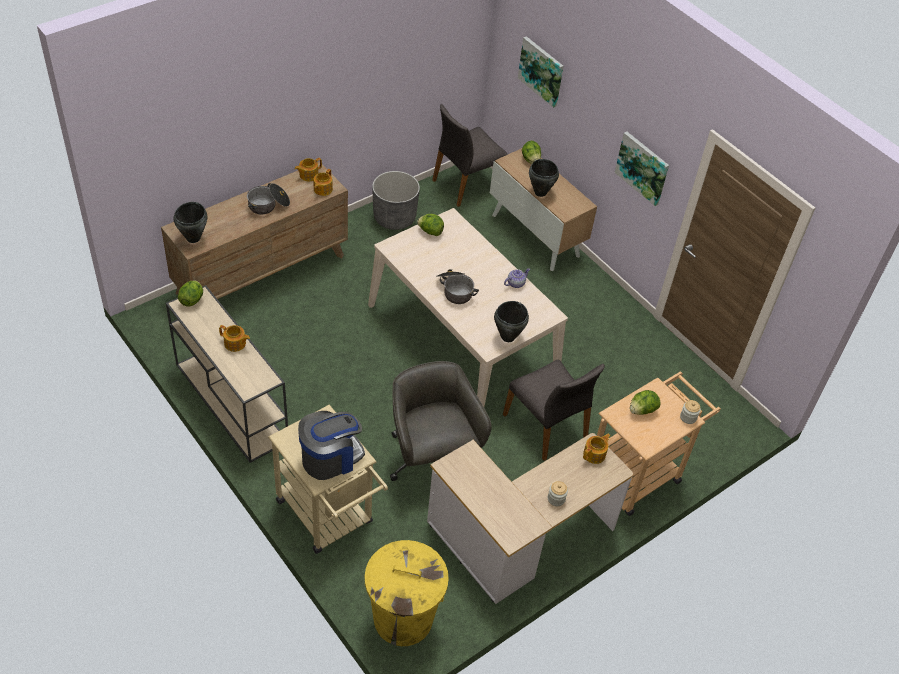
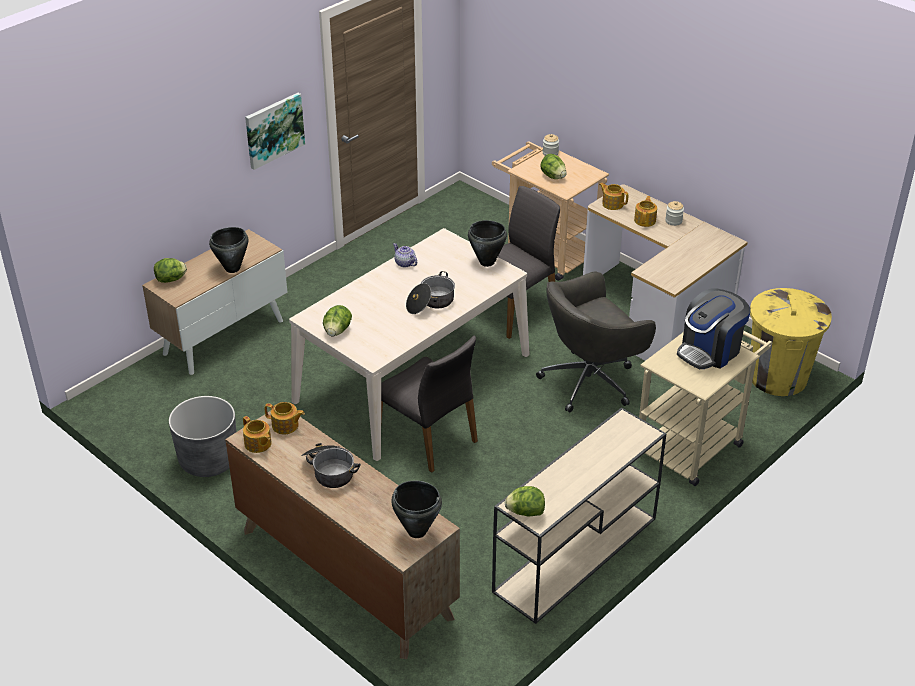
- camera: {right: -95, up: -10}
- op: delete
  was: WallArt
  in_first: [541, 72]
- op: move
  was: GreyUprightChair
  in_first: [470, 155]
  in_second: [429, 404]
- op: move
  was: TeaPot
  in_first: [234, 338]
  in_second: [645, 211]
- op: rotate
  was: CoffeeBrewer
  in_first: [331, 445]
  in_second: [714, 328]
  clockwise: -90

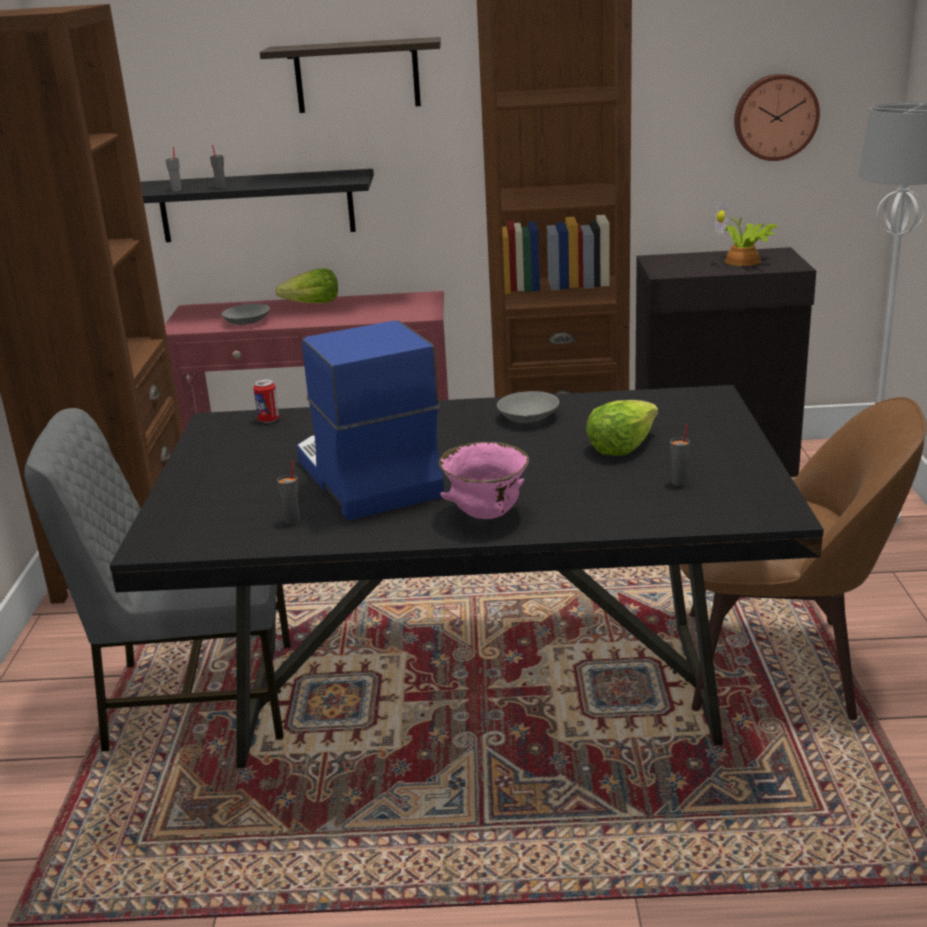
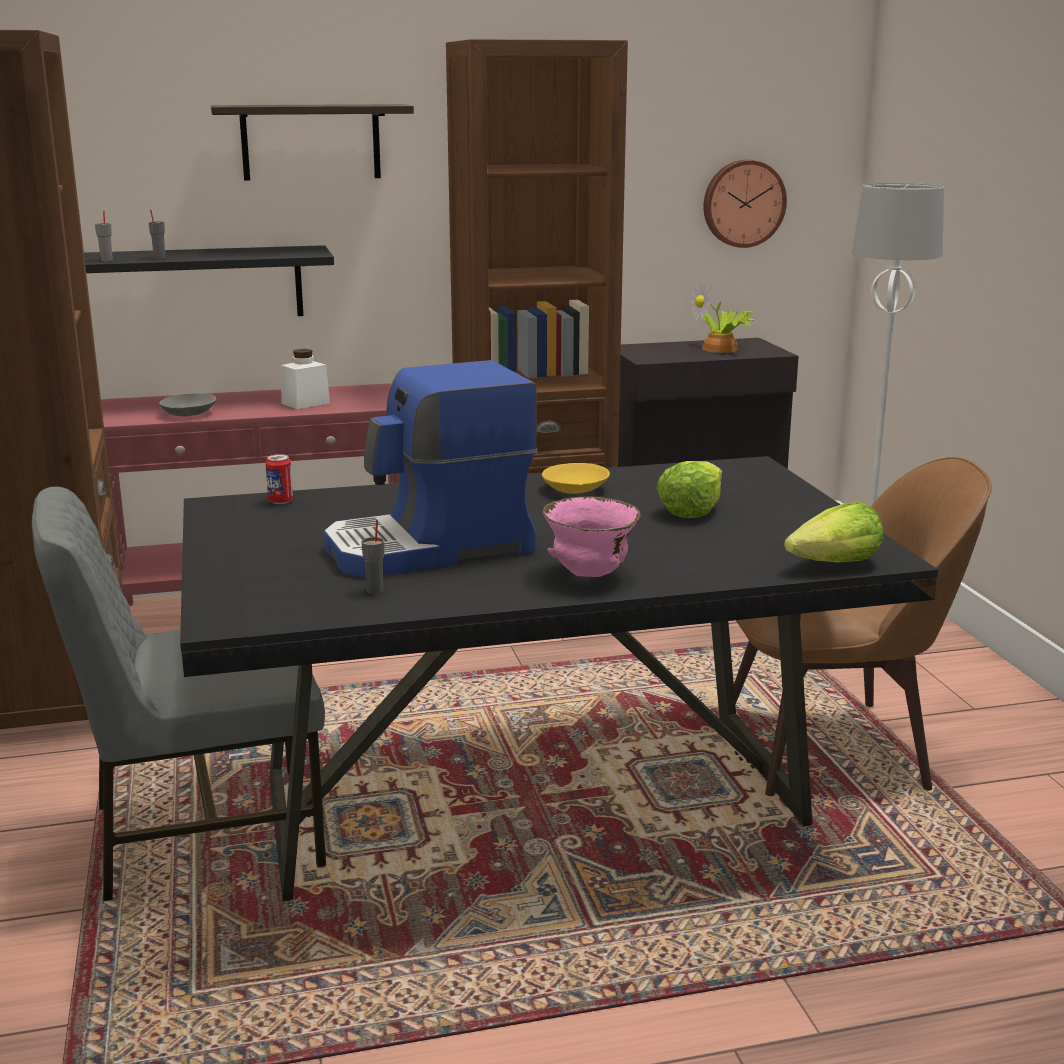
- camera: {right: -15, up: -5}
- op: move
  was: HeadOfLettuce
  in_first: [306, 285]
  in_second: [834, 532]
- op: rotate
  was: CoffeeBrewer
  in_first: [370, 420]
  in_second: [431, 469]
  clockwise: -75
- op: recolor
  was: GreyServingBowl
  now: YellowColouredServingBowl
  in_first: [528, 407]
  in_second: [576, 478]
- op: delete
  was: GreyDrinkingCup
  in_first: [680, 455]
- op: insert
  now: WhitePreserveJar
  in_second: [305, 379]

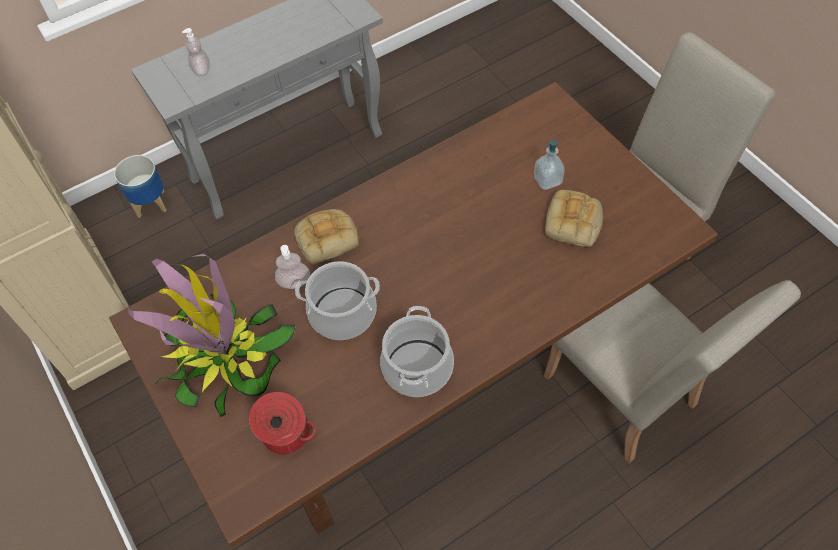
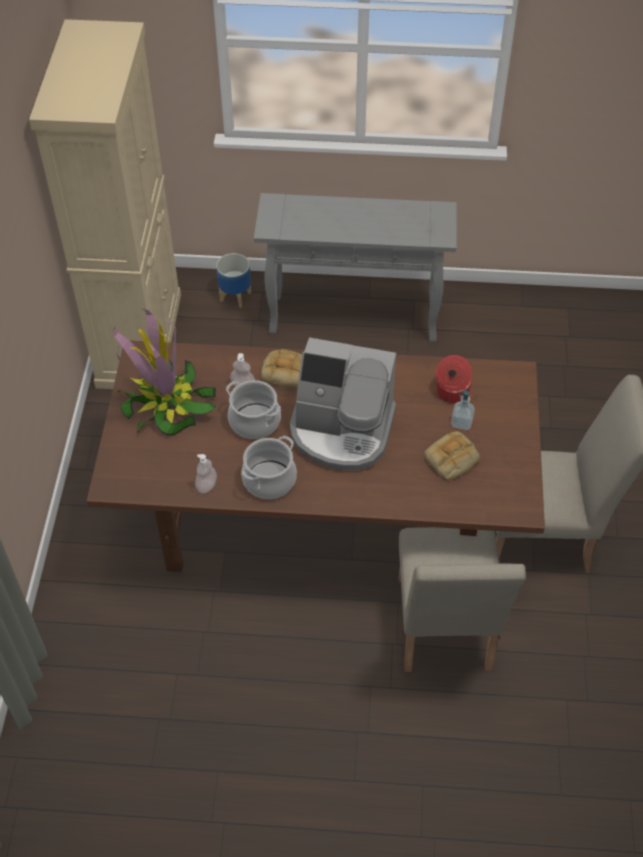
- camera: {right: 35, up: -5}
- op: move
  was: SoapBottle
  in_first: [196, 52]
  in_second: [206, 473]
- op: move
  was: Stockpot
  in_first: [282, 423]
  in_second: [454, 379]
- op: insert
  now: CoffeeBrewer
  in_second: [343, 404]

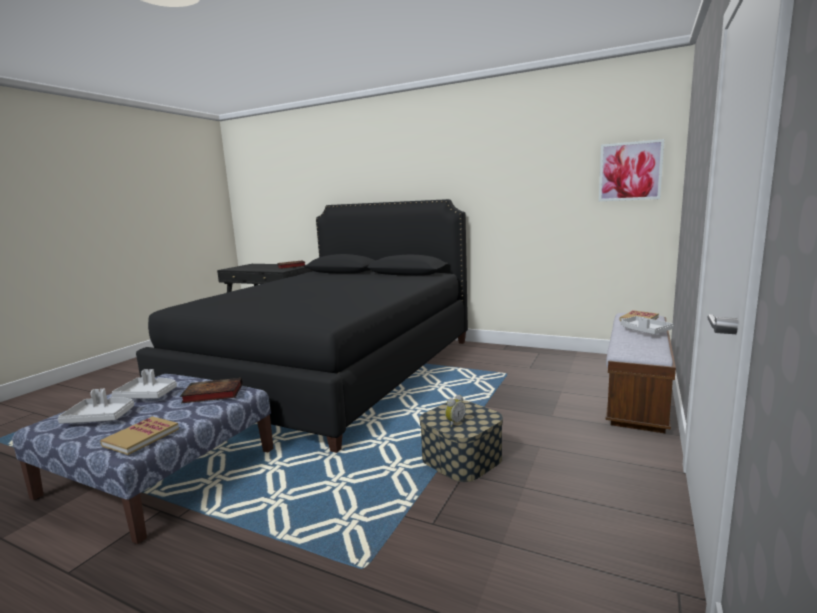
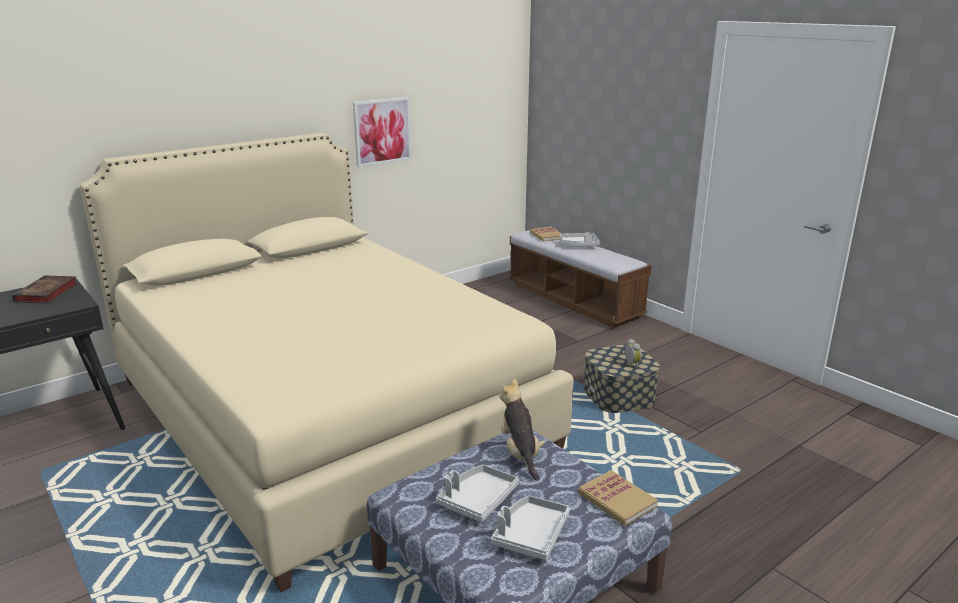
- camera: {right: -65, up: 10}
- op: move
  was: WallArt
  in_first: [631, 170]
  in_second: [382, 132]
- op: recolor
  was: BlackSleepingBed
  now: BeigeColouredSleepingBed
  in_first: [302, 326]
  in_second: [327, 362]
- op: replace
  was: BoundBook
  now: PlushToy
  in_first: [211, 390]
  in_second: [522, 429]

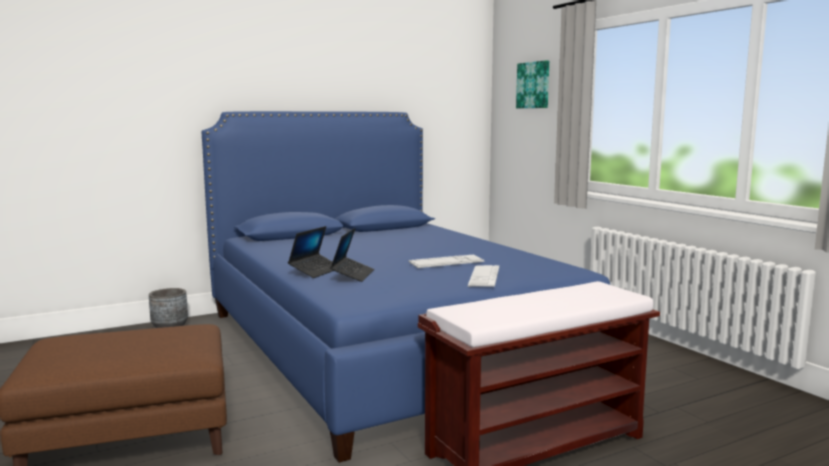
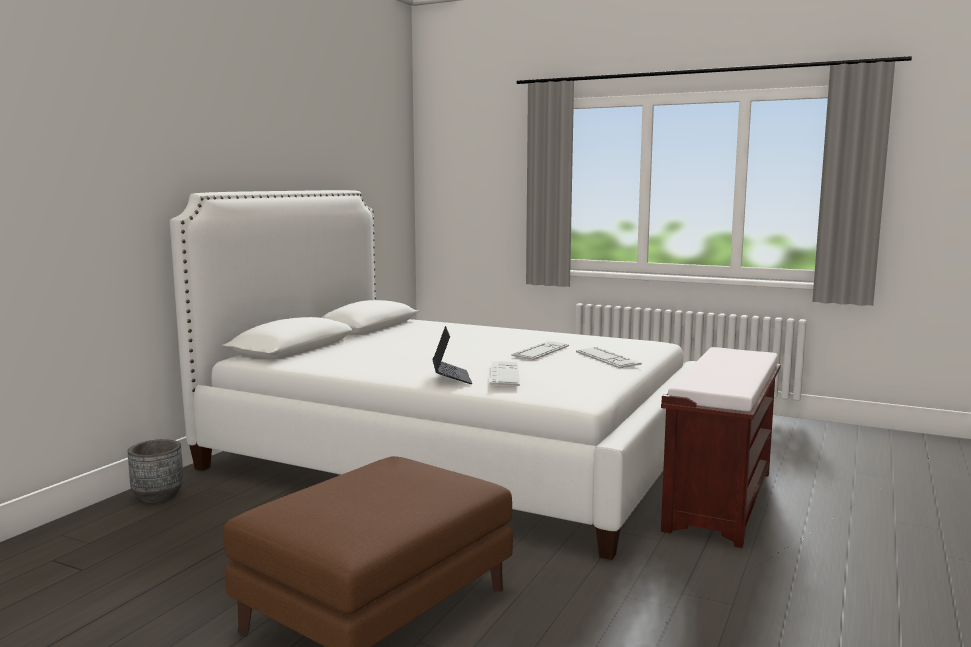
- camera: {right: -35, up: 0}
- op: delete
  was: WallArt
  in_first: [532, 84]
- op: recolor
  was: BlueSleepingBed
  now: WhiteSleepingBed
  in_first: [406, 287]
  in_second: [433, 375]
- op: replace
  was: Laptop
  now: Keyboard
  in_first: [352, 255]
  in_second: [505, 373]

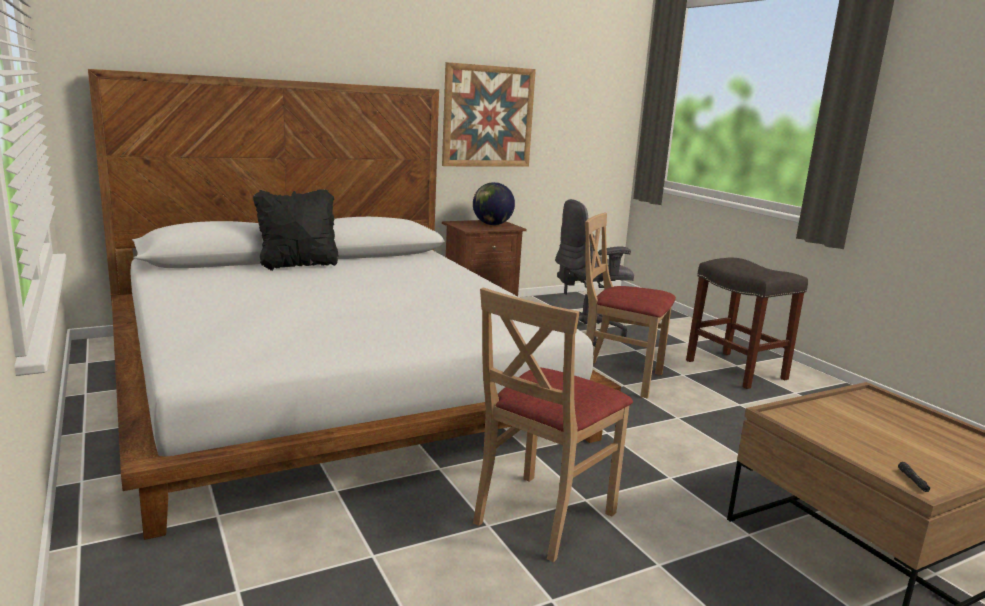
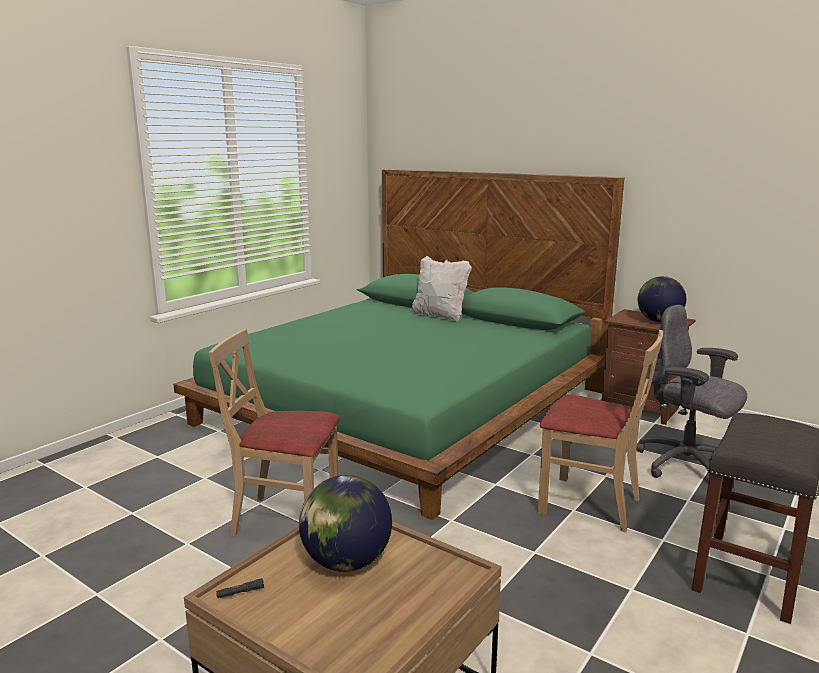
- camera: {right: 65, up: 0}
- op: delete
  was: WallArt
  in_first: [489, 114]
- op: recolor
  was: WhiteSleepingBed
  now: GreenishSleepingBed
  in_first: [354, 304]
  in_second: [399, 344]
- op: recolor
  was: BlackCushion
  now: WhiteCushion
  in_first: [295, 230]
  in_second: [441, 289]
- op: rotate
  was: BeigeColouredUprightChair
  in_first: [630, 306]
  in_second: [600, 431]
  clockwise: 120
- op: insert
  now: Globe
  in_second: [345, 523]

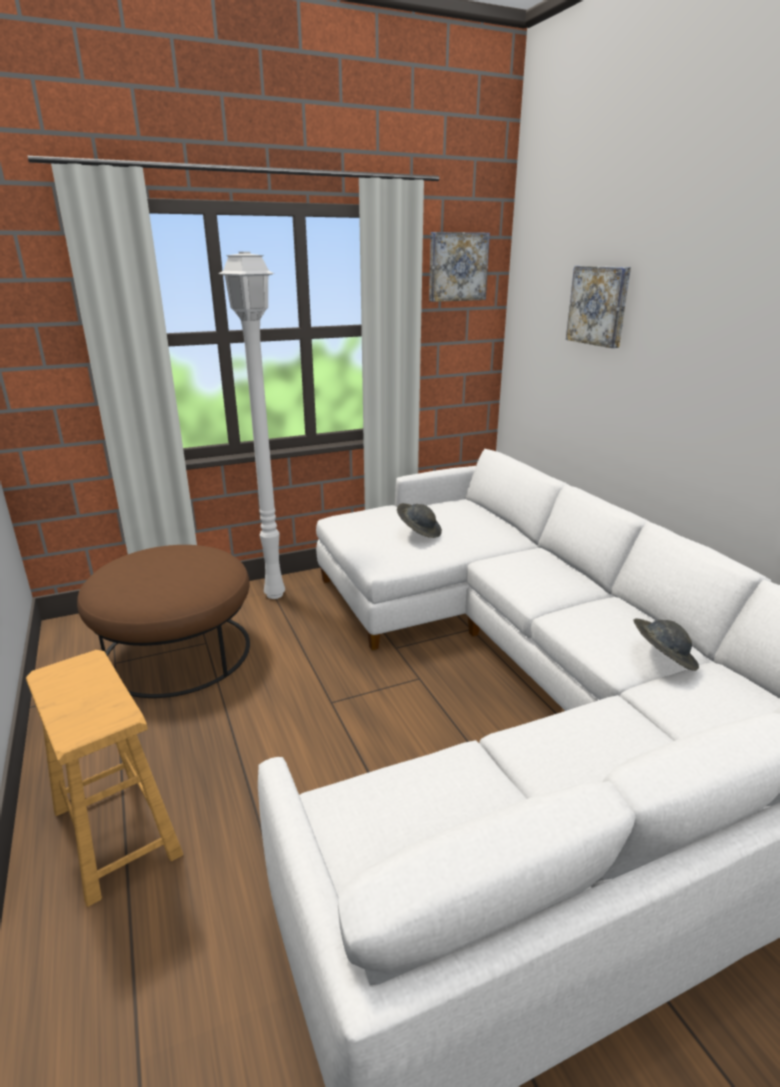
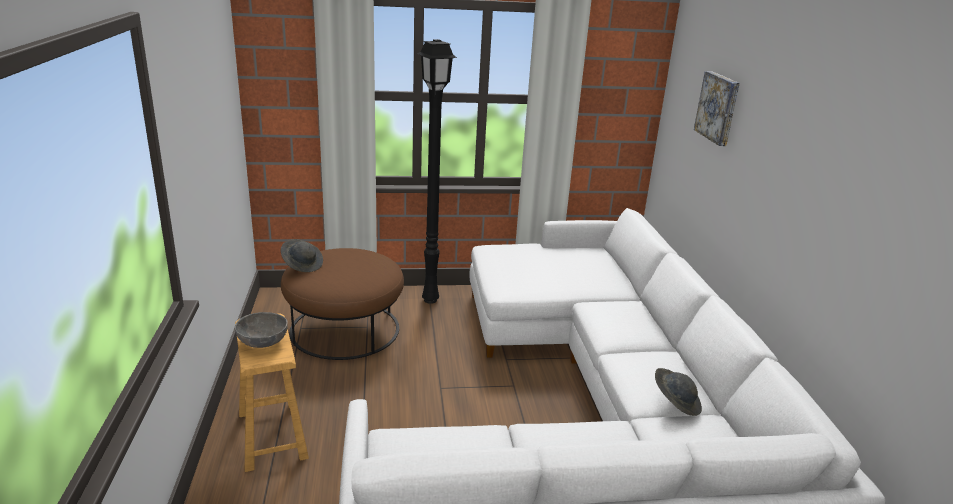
- camera: {right: 15, up: 0}
- op: delete
  was: WallArt
  in_first: [459, 267]
- op: recolor
  was: WhiteStandingLamp
  now: BlackStandingLamp
  in_first: [251, 425]
  in_second: [437, 171]
- op: move
  was: GreyWearableHat
  in_first: [419, 520]
  in_second: [302, 255]
- op: insert
  now: GreyServingBowl
  in_second: [261, 330]

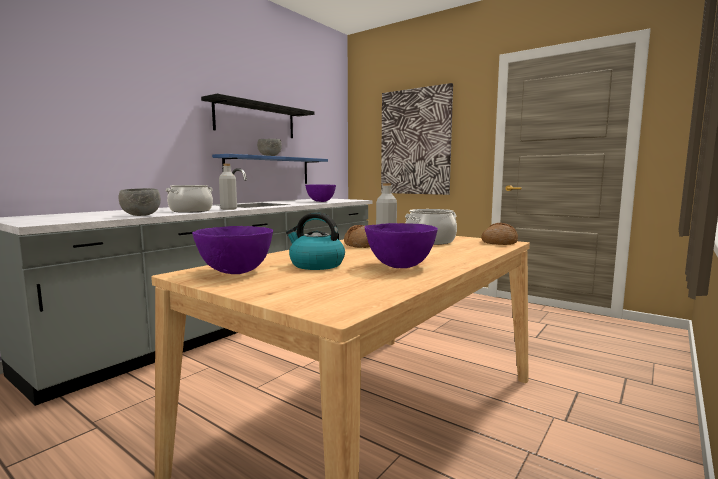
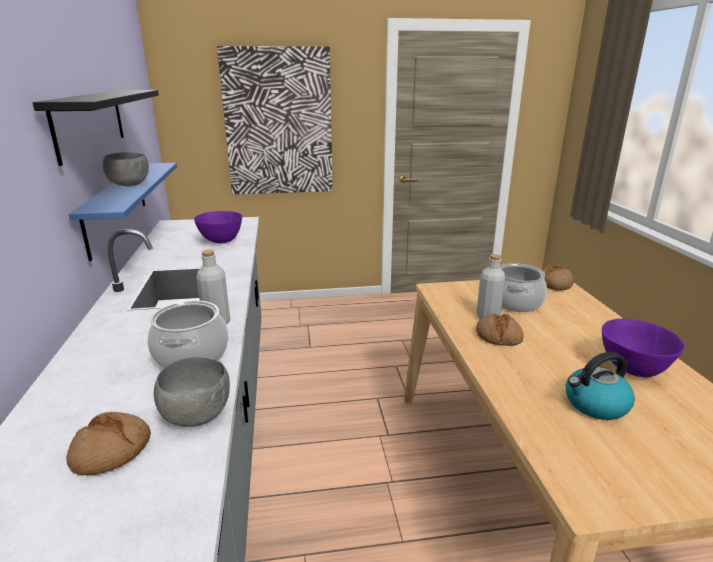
- camera: {right: -45, up: 15}
- op: delete
  was: PurpleServingBowl
  in_first: [232, 250]
- op: insert
  now: Bread
  in_second: [108, 443]

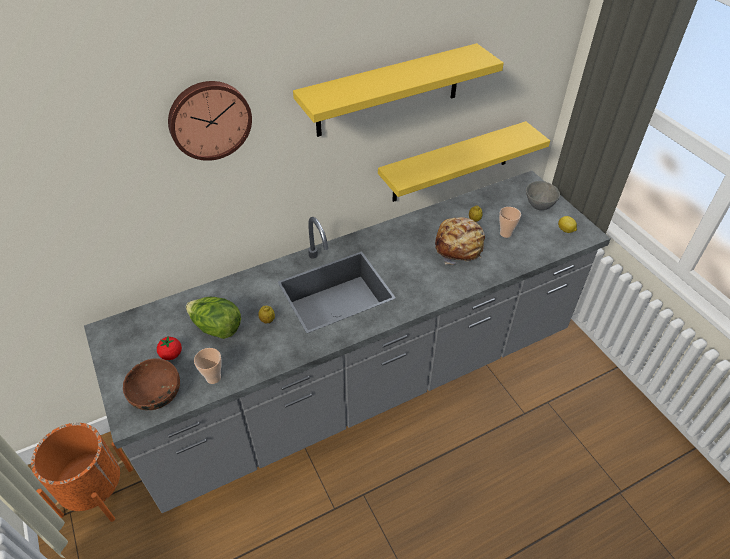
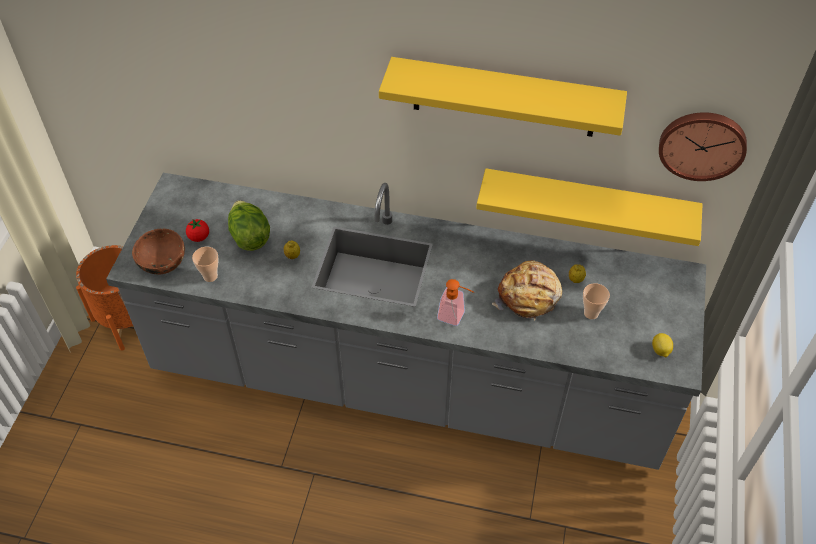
- camera: {right: 40, up: 5}
- op: move
  was: HangingClock
  in_first: [210, 121]
  in_second: [703, 146]
- op: delete
  was: GreyServingBowl
  in_first: [543, 195]
- op: insert
  now: SoapBottle
  in_second: [455, 302]

